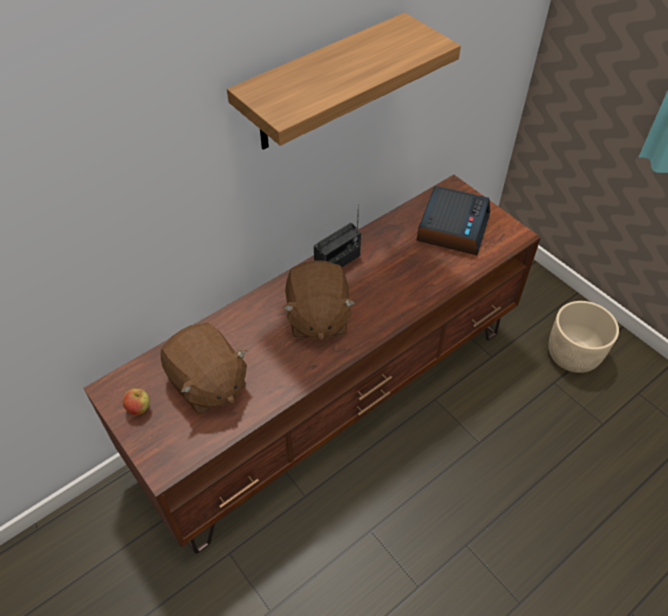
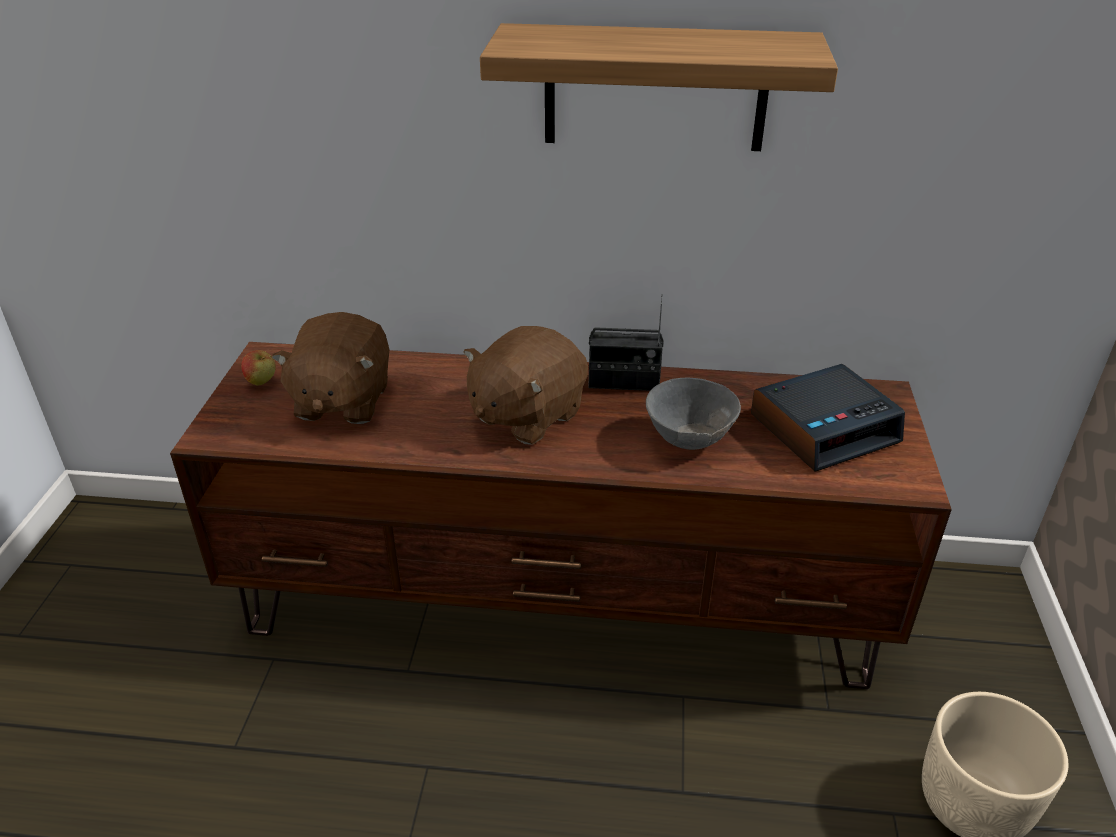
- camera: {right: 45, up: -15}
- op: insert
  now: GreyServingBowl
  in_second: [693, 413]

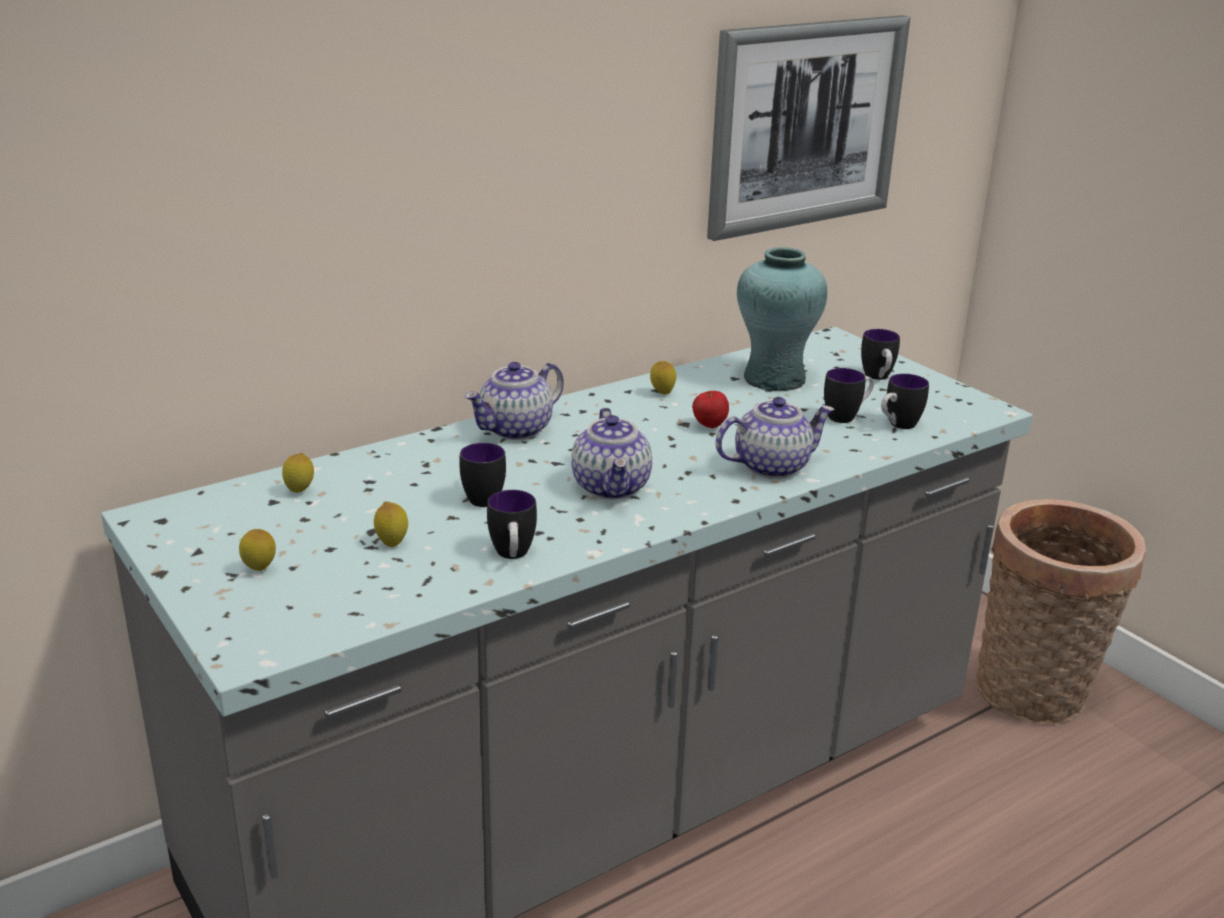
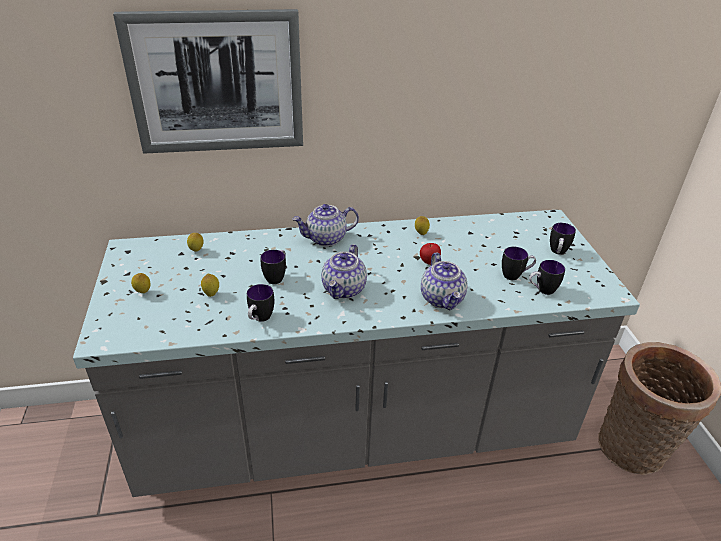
- camera: {right: 25, up: 10}
- op: move
  was: WallArt
  in_first: [808, 128]
  in_second: [208, 81]
- op: delete
  was: TurquoiseColouredDecorativeVase
  in_first: [782, 319]
- op: rotate
  was: TeaPot
  in_first: [775, 437]
  in_second: [444, 281]
  clockwise: 75

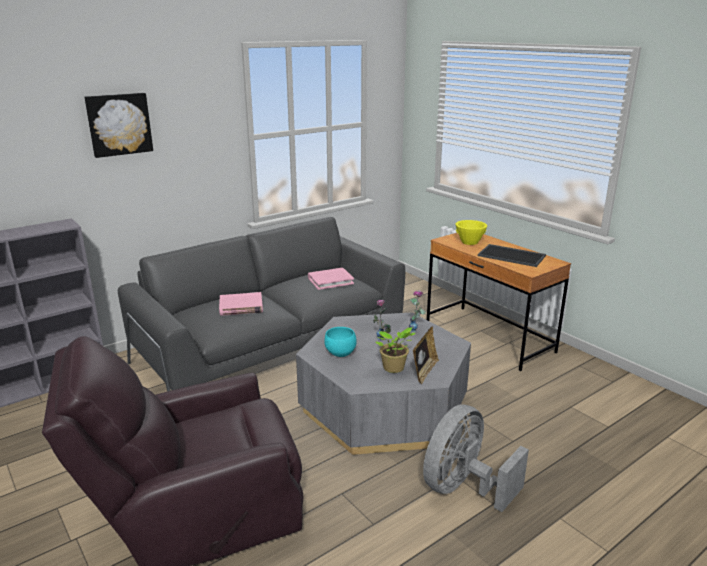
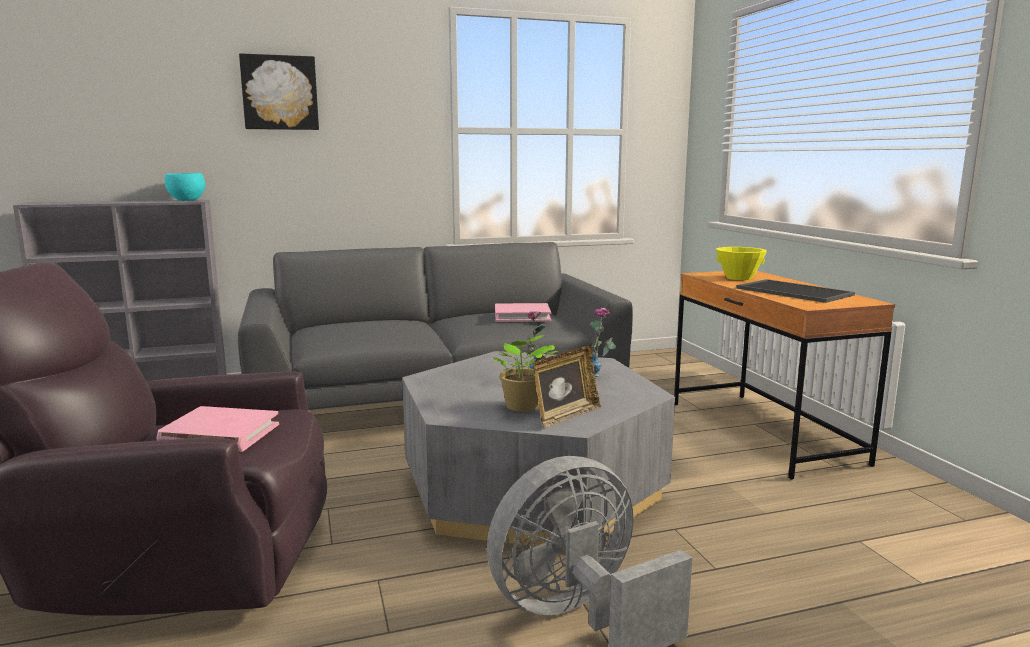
- camera: {right: 20, up: -10}
- op: move
  was: PinkishBoundBook
  in_first: [241, 304]
  in_second: [218, 429]
- op: move
  was: TurquoiseColouredServingBowl
  in_first: [340, 342]
  in_second: [185, 187]

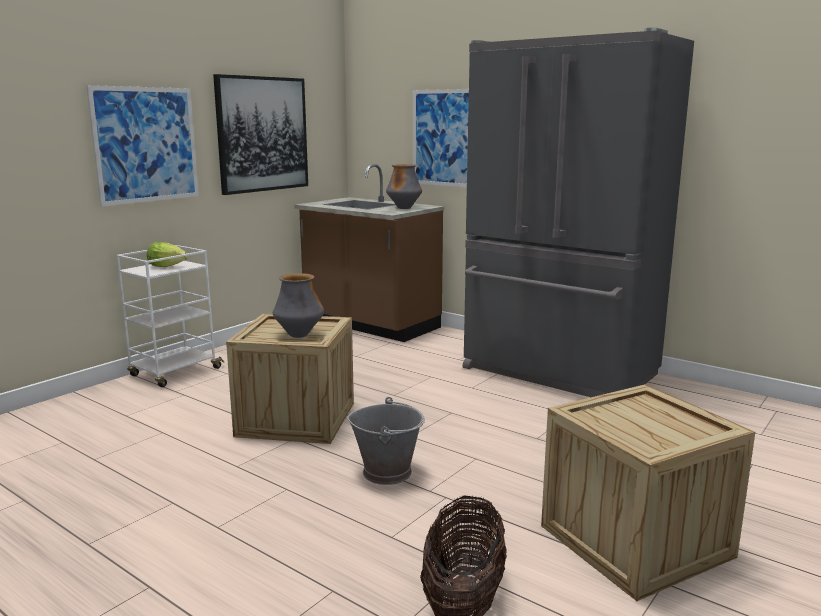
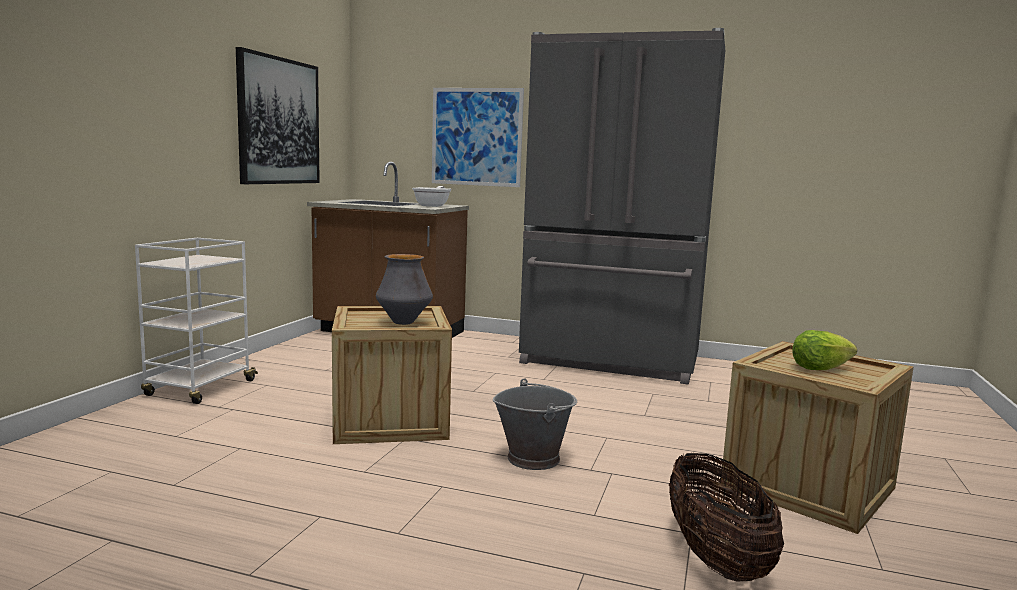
- camera: {right: -20, up: -5}
- op: delete
  was: WallArt
  in_first: [142, 146]
- op: replace
  was: DecorativeVase
  now: Pan
  in_first: [404, 186]
  in_second: [431, 196]
- op: move
  was: HeadOfLettuce
  in_first: [167, 254]
  in_second: [824, 350]

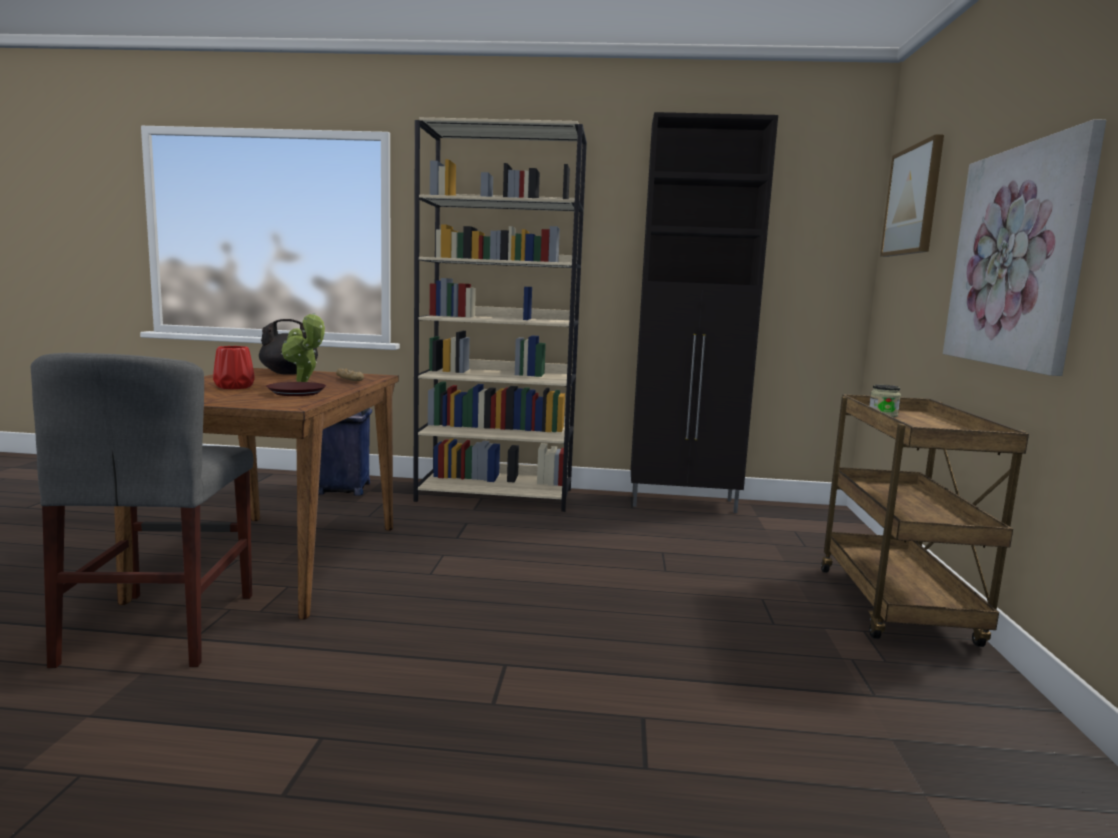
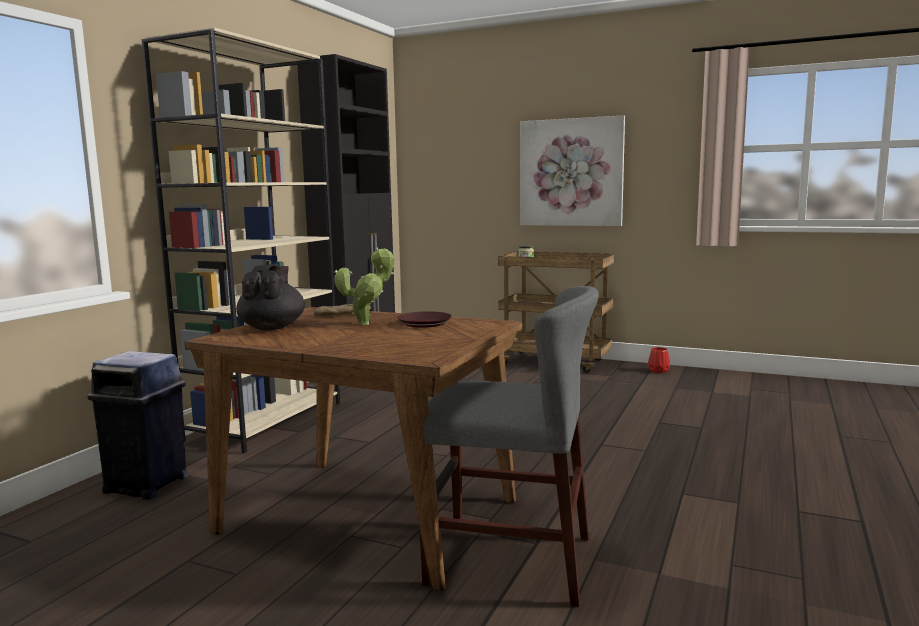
- camera: {right: -70, up: 0}
- op: delete
  was: WallArt
  in_first: [912, 195]
- op: move
  was: RedDecorativeVase
  in_first: [234, 367]
  in_second: [659, 360]

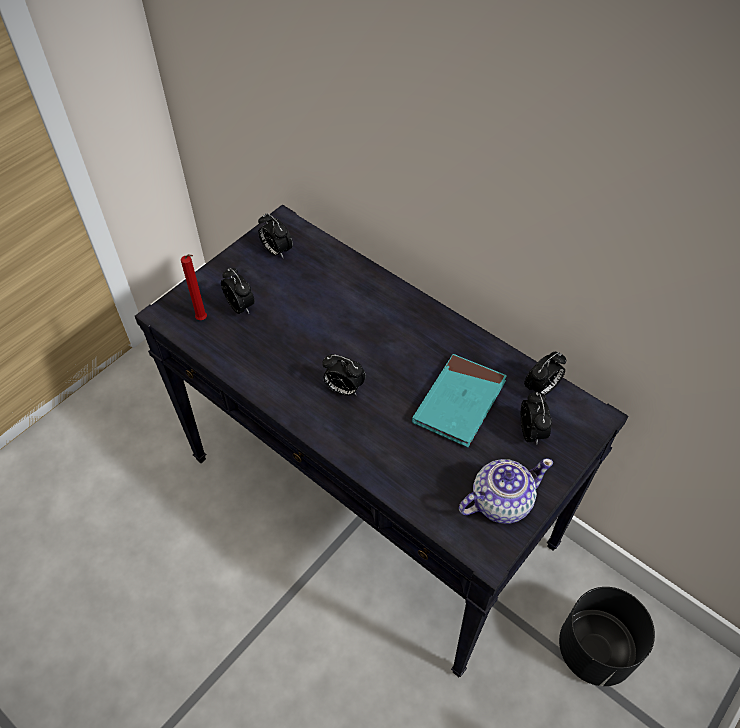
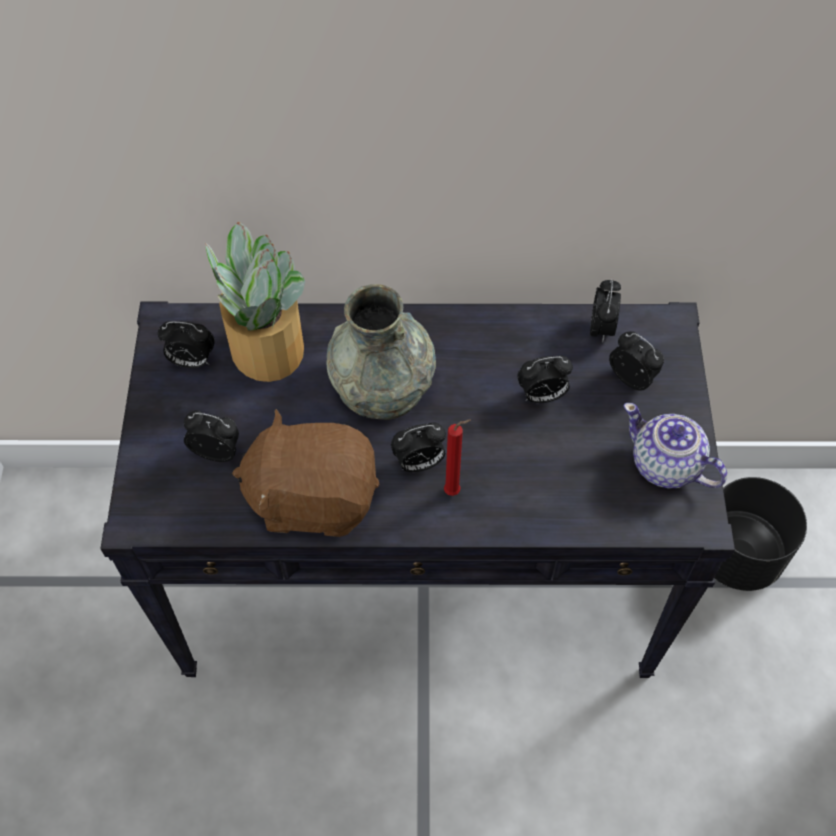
- camera: {right: -40, up: 5}
- op: move
  was: RedWaxCandle
  in_first: [194, 287]
  in_second: [457, 458]
- op: replace
  was: TurquoiseColouredBoundBook
  now: AlarmClock
  in_first: [459, 400]
  in_second: [545, 379]
- op: rotate
  was: TeaPot
  in_first: [506, 491]
  in_second: [675, 446]
  clockwise: -75
- op: insert
  now: PlantInAPot
  in_second: [255, 302]
- op: insert
  now: GreyDecorativeVase
  in_second: [381, 352]
- op: insert
  now: BrownishPlushToy
  in_second: [305, 473]

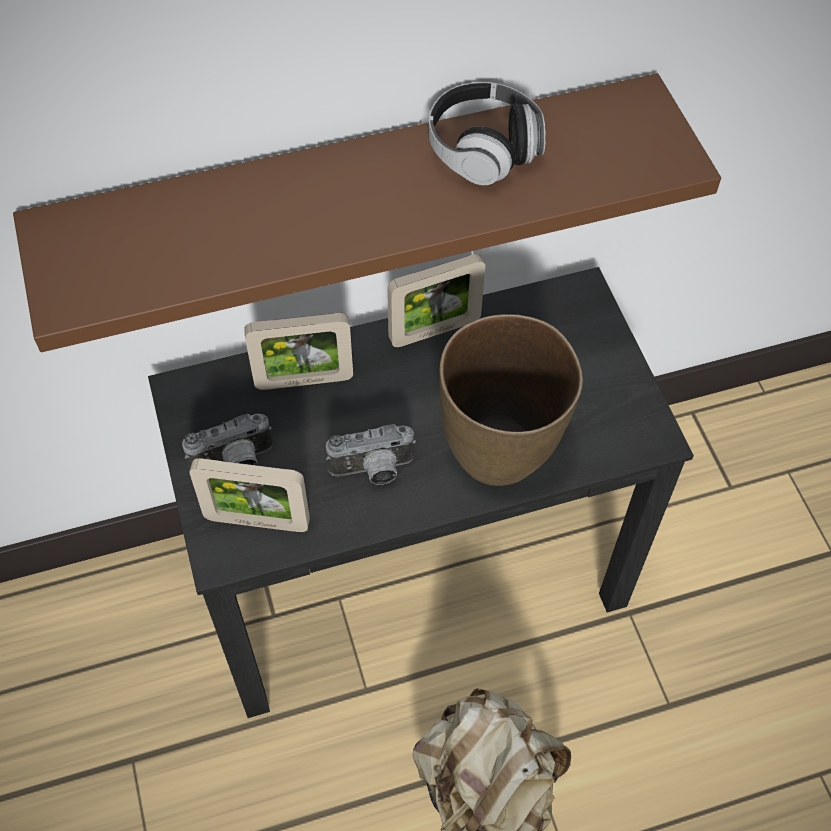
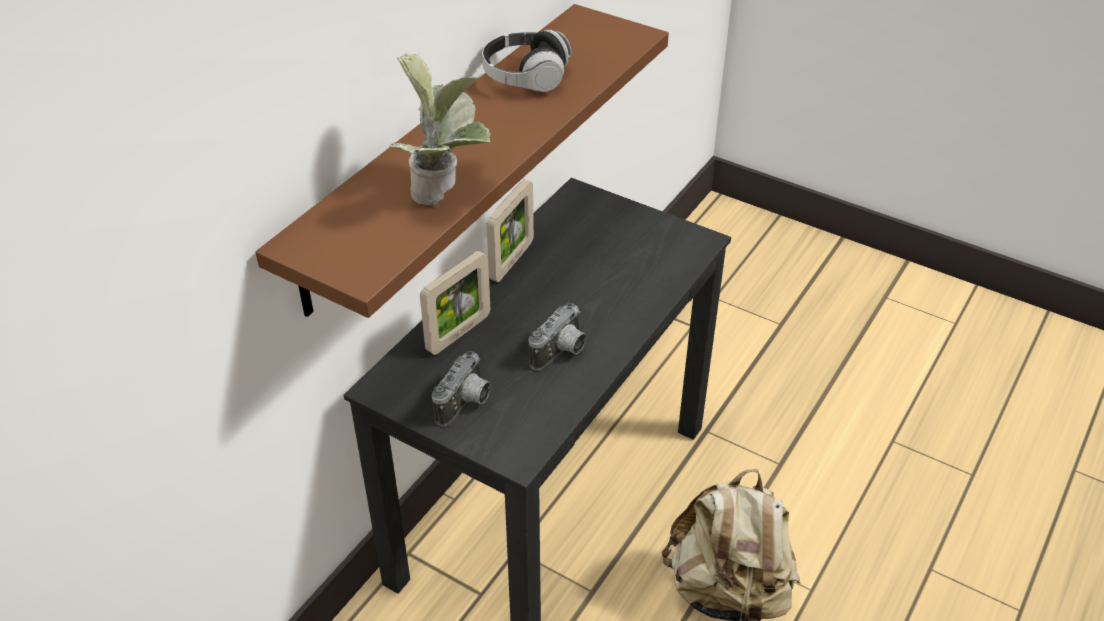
- camera: {right: -40, up: -15}
- op: delete
  was: BrownishDecorativeVase
  in_first: [511, 400]
- op: delete
  was: PictureFrame
  in_first: [250, 495]
- op: insert
  now: PlantInAPot
  in_second: [439, 128]

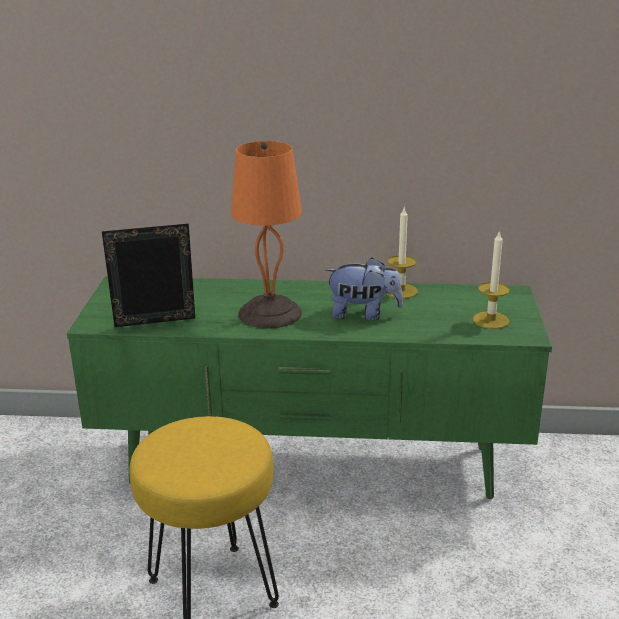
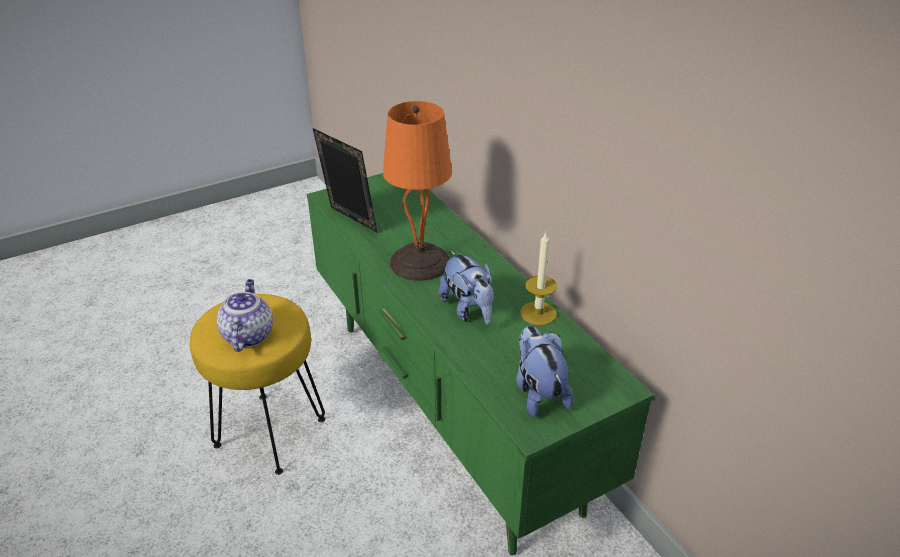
- camera: {right: 55, up: 10}
- op: replace
  was: WaxCandle
  now: PlushToy
  in_first: [491, 279]
  in_second: [544, 371]
- op: insert
  now: TeaPot
  in_second: [244, 315]

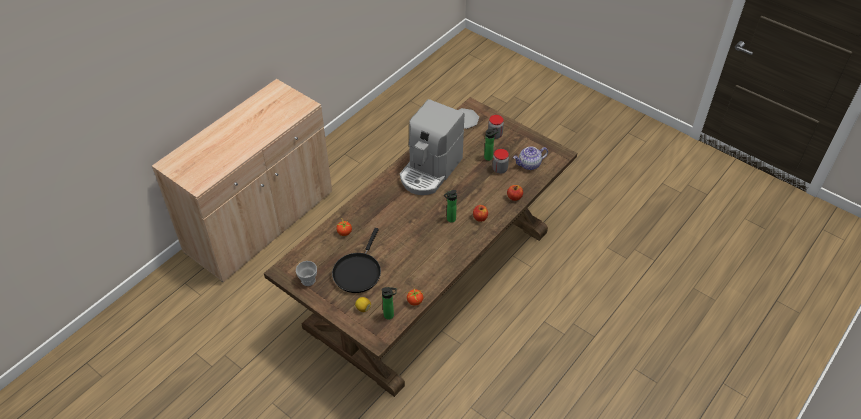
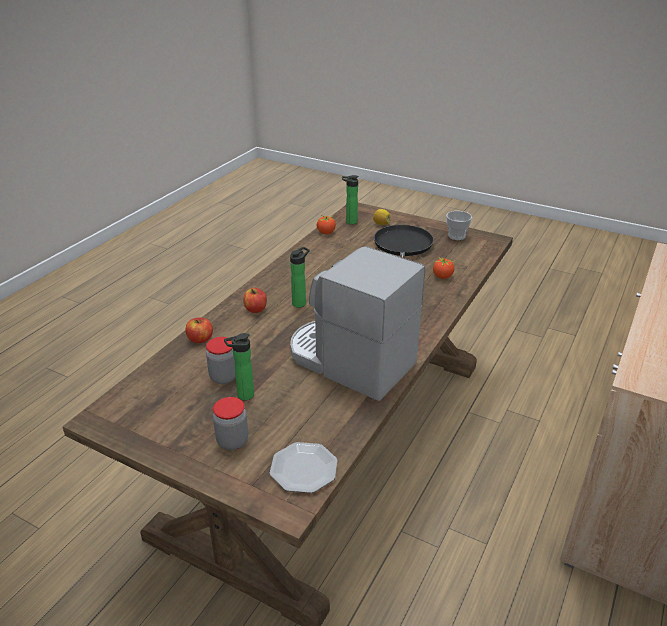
- camera: {right: 170, up: -15}
- op: rotate
  was: CoffeeBrewer
  in_first: [432, 147]
  in_second: [357, 323]
  clockwise: -75
- op: delete
  was: TeaPot
  in_first: [530, 158]

